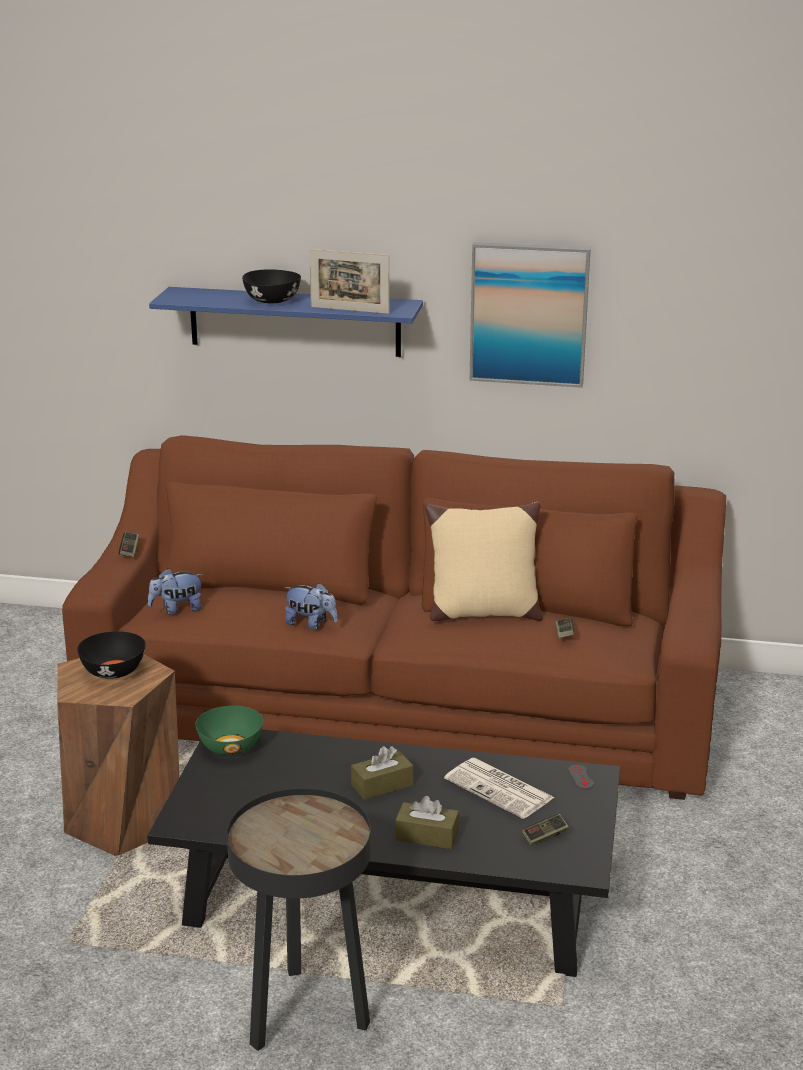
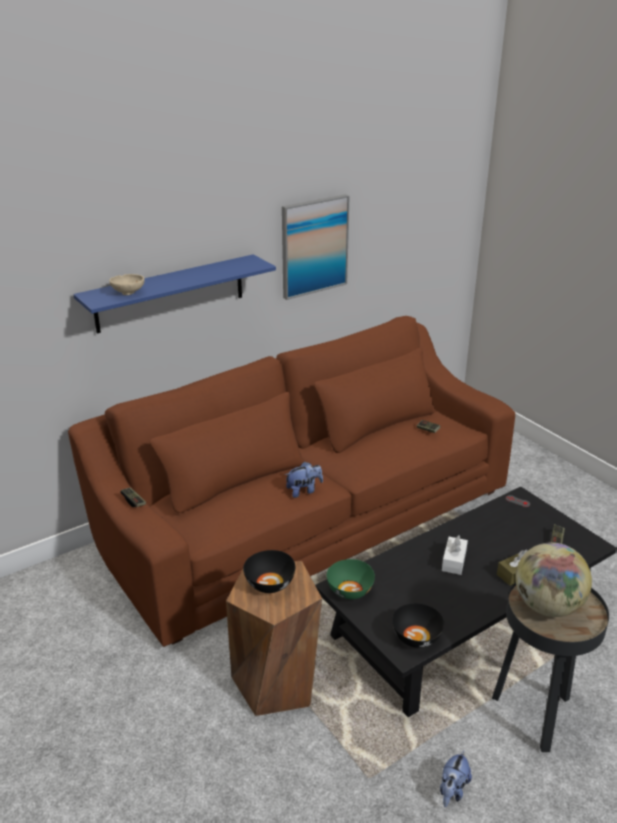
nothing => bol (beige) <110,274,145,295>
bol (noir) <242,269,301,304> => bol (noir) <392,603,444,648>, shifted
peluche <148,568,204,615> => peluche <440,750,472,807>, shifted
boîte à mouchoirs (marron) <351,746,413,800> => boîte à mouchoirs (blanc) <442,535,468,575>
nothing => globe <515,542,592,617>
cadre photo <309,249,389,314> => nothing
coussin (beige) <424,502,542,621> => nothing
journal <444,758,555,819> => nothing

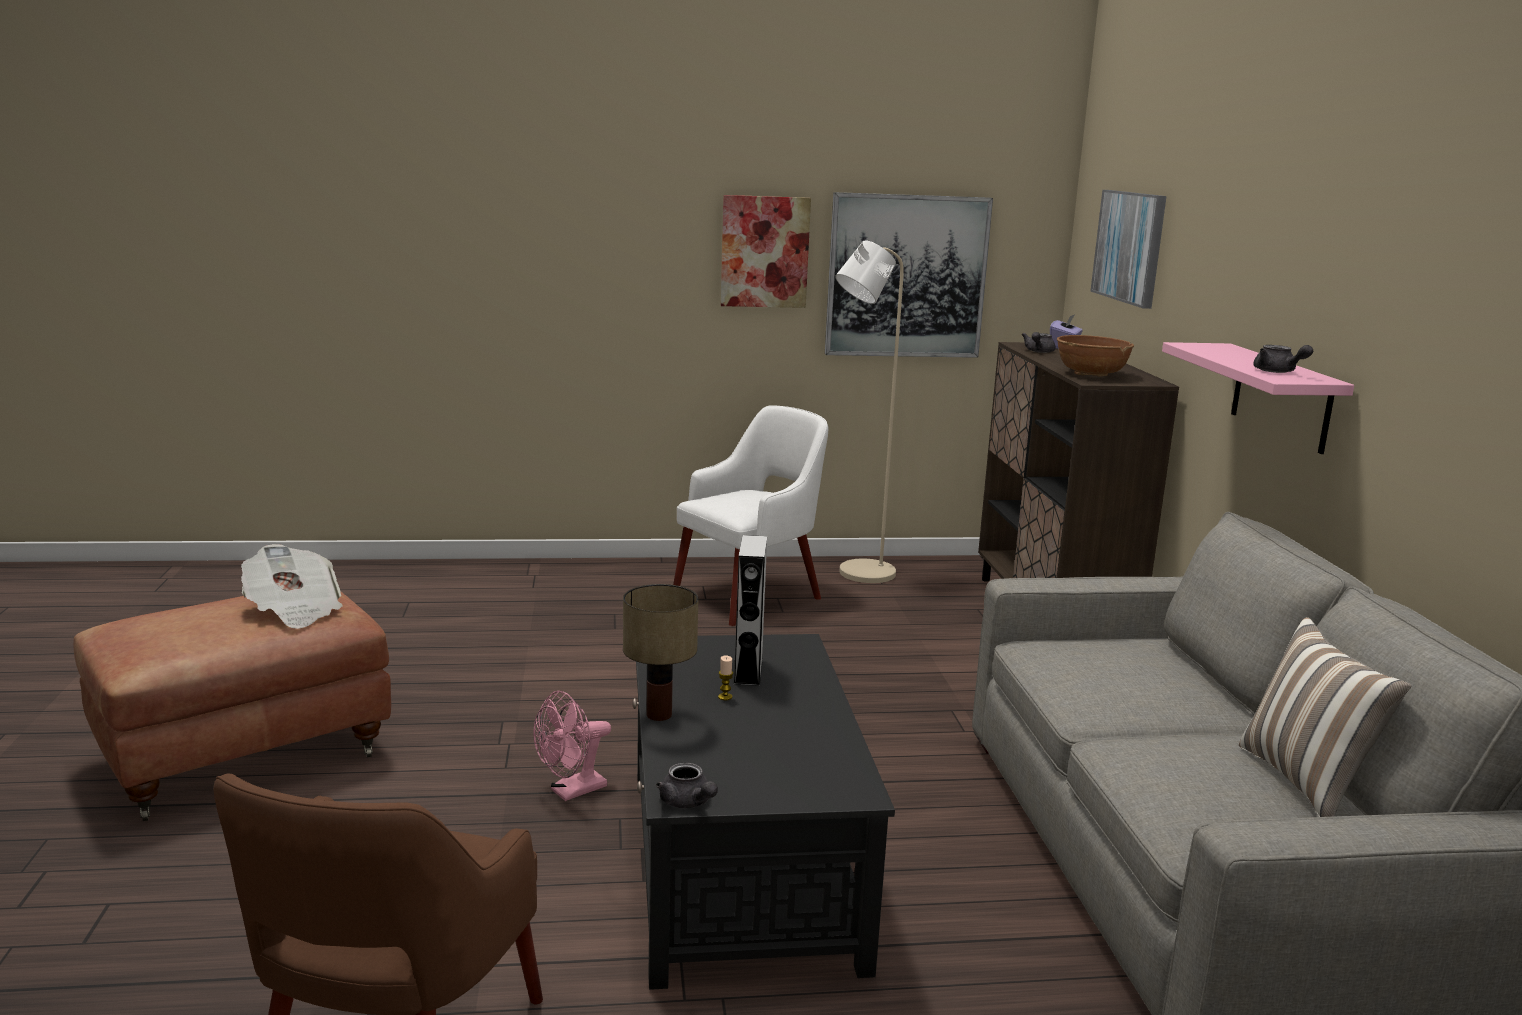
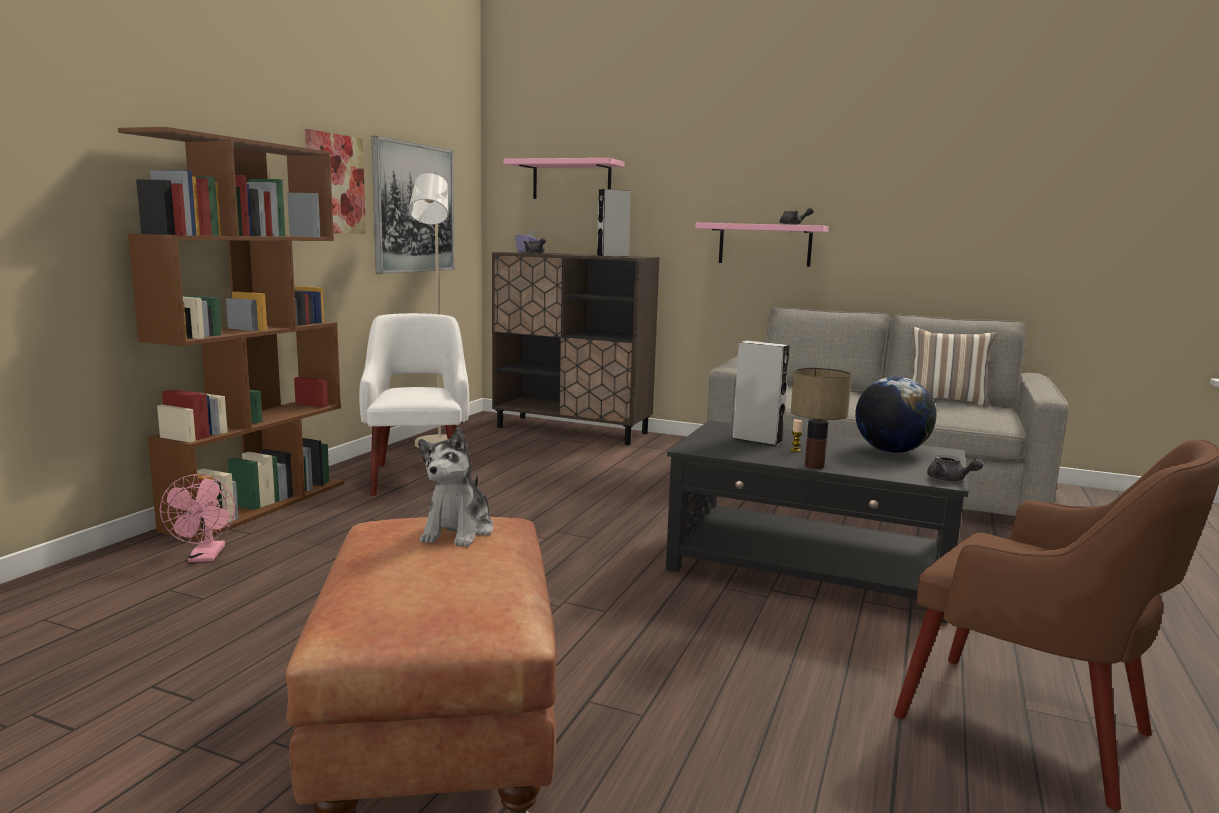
nothing => bibliothèque (marron) <118,127,344,542>
ventilateur (rose) <533,691,611,801> => ventilateur (rose) <160,474,235,562>, shifted
journal <241,544,342,629> => peluche <418,428,494,547>
tableau <1090,190,1167,309> => étagère (rose) <503,158,624,199>
bol (marron) <1057,335,1134,377> => enceinte (gris) <597,189,631,257>
nothing => globe <855,376,937,453>
théière (gris) <656,763,718,808> => théière (gris) <927,455,983,482>, 60 degrees clockwise

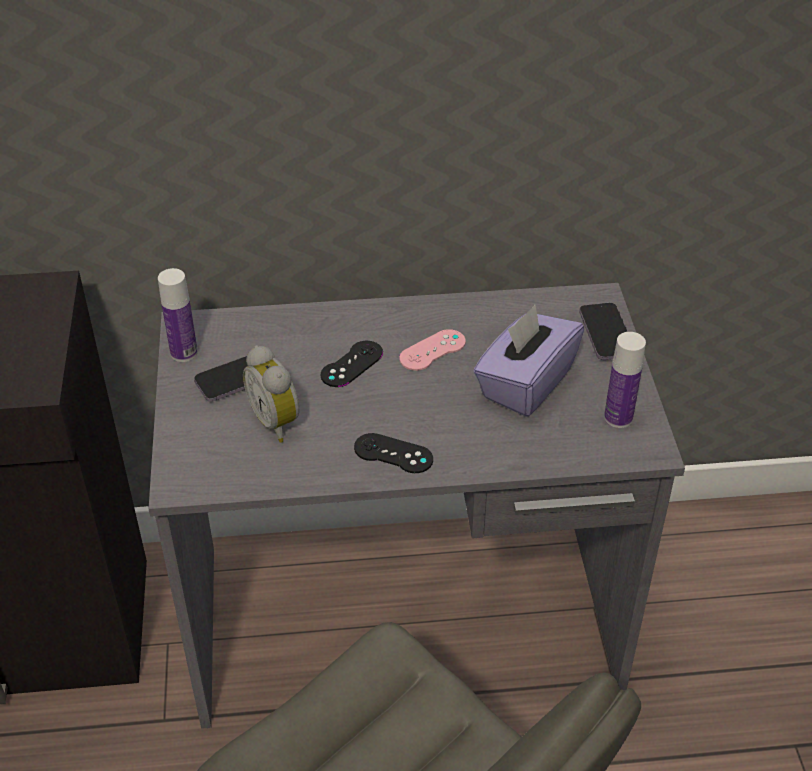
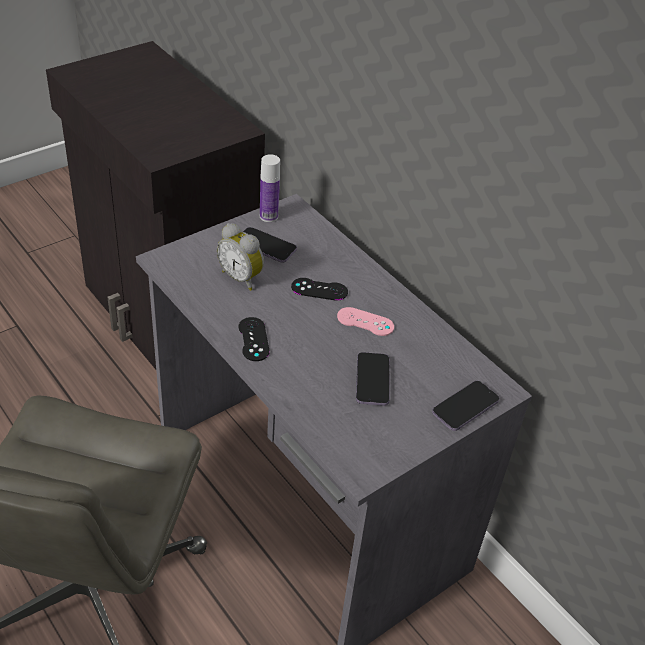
réveil <243,345,299,443> => réveil <217,223,264,291>, 75 degrees counterclockwise
boîte à mouchoirs (violet) <473,305,584,417> => téléphone <356,352,390,406>
bouteille <604,332,646,428> => nothing

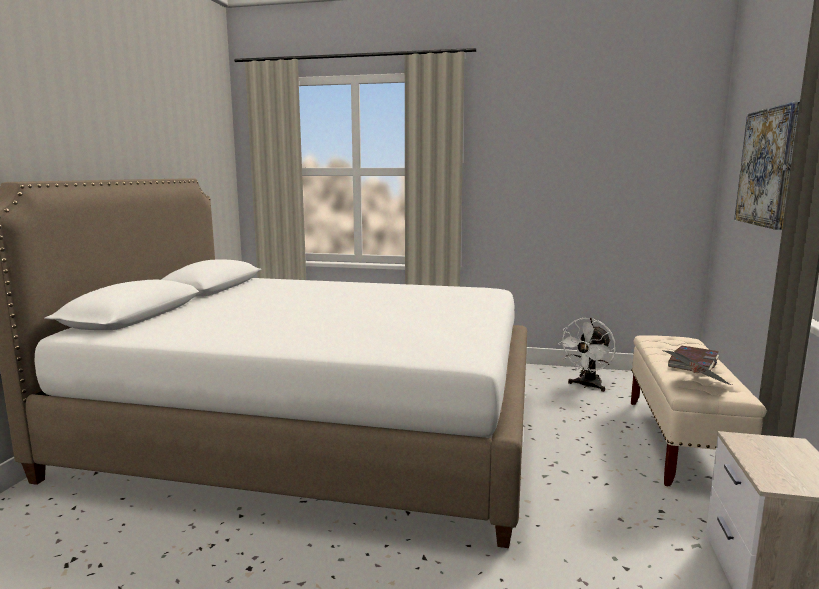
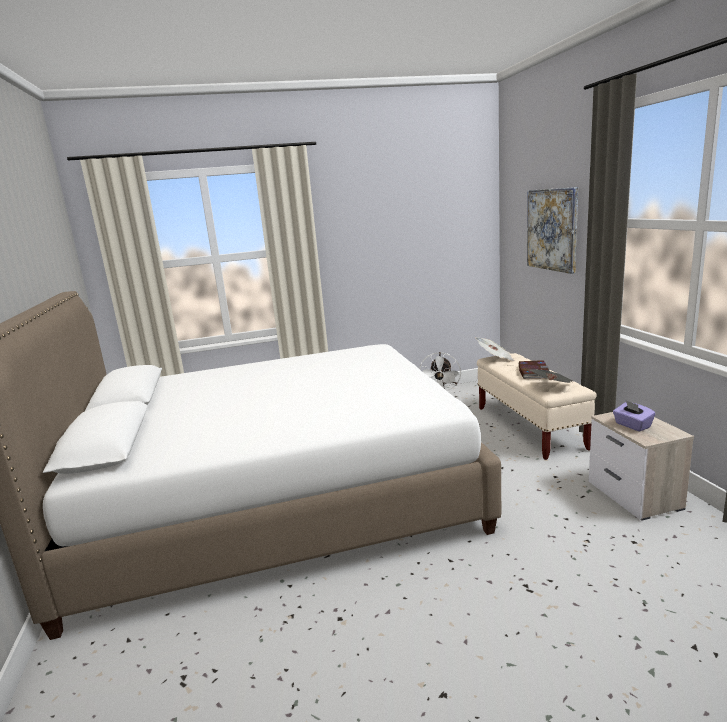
nothing => journal <475,337,514,361>
nothing => boîte à mouchoirs (violet) <613,400,656,432>

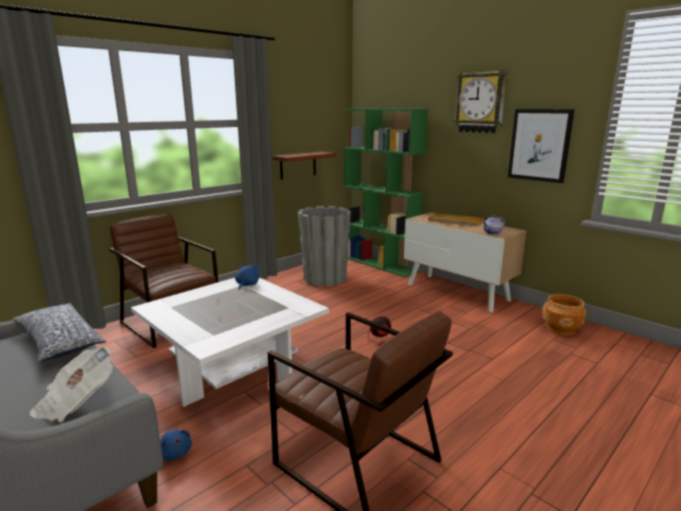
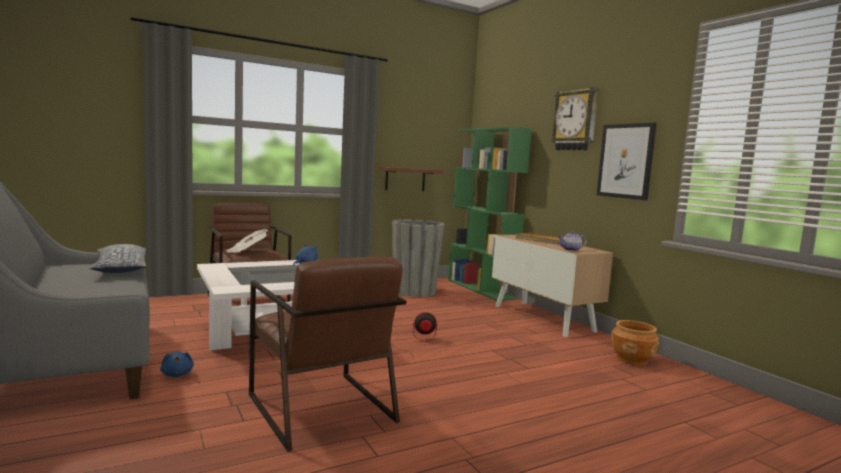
journal <30,347,113,422> => journal <226,229,268,253>, shifted

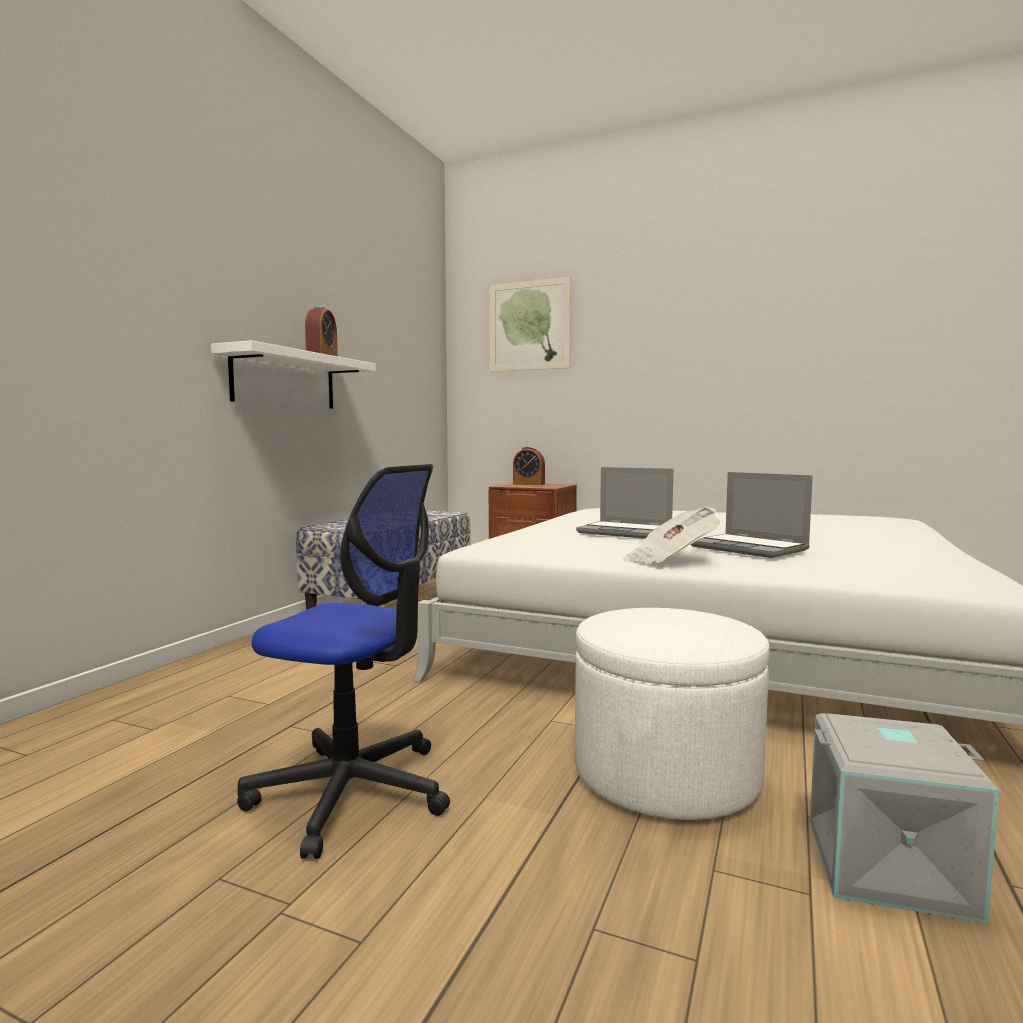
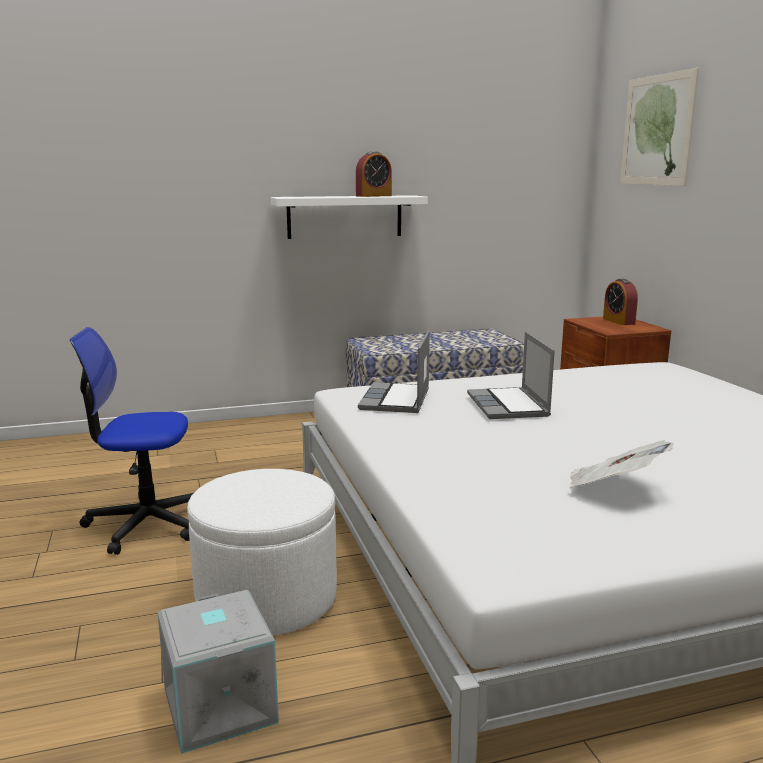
chaise de bureau <237,464,450,859> => chaise de bureau <70,327,193,555>, 105 degrees clockwise
ordinateur portable <691,472,813,558> => ordinateur portable <358,331,430,413>, shifted
journal <623,507,720,563> => journal <570,440,673,488>, shifted

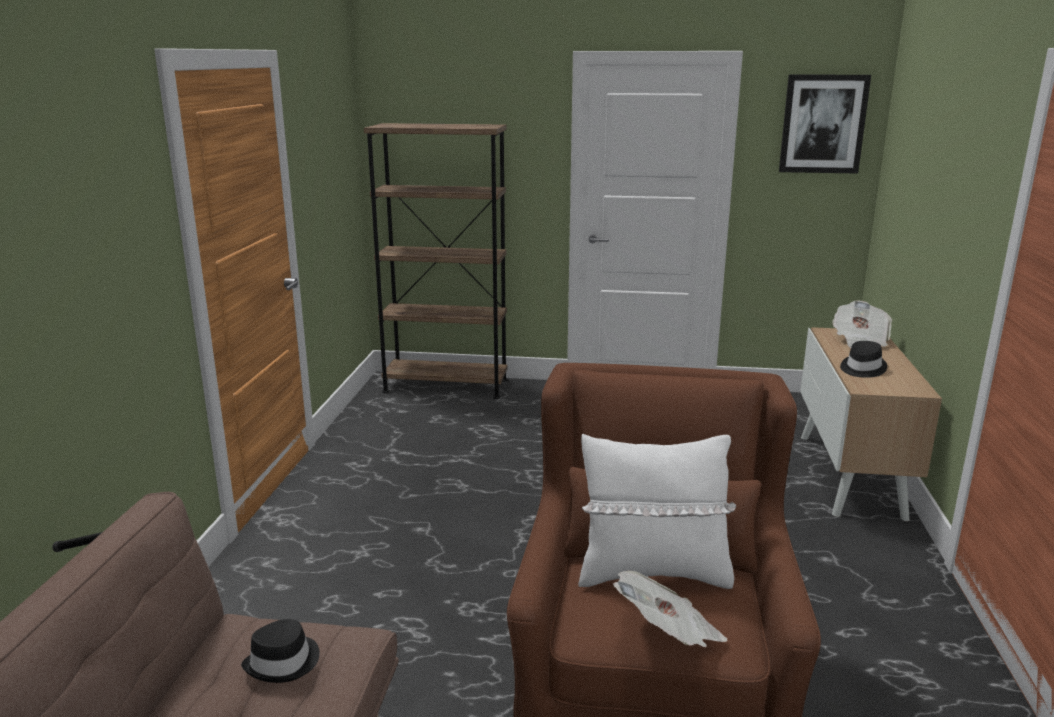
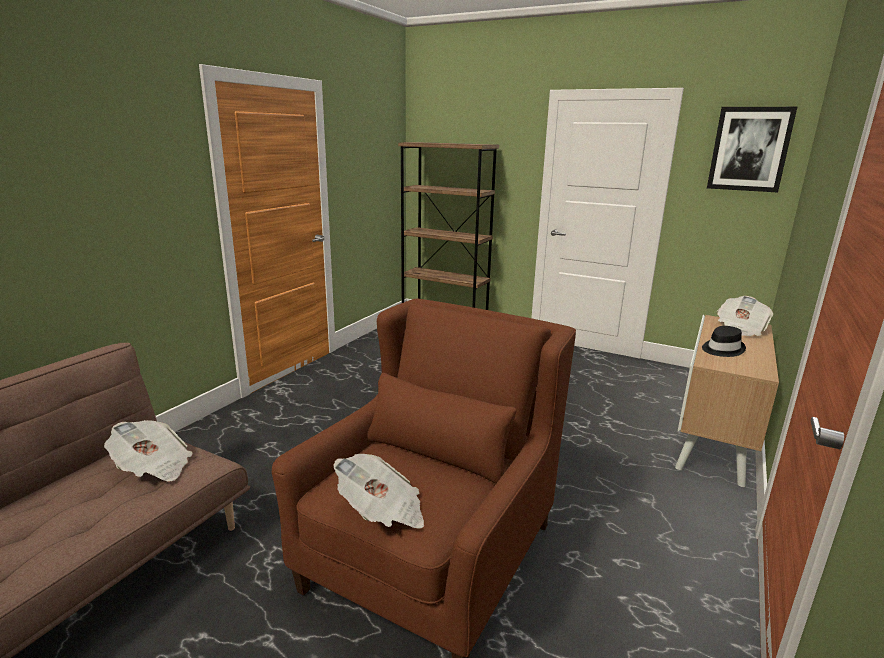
chapeau (noir) <241,619,320,683> => journal <104,420,193,482>
coussin (blanc) <578,434,736,589> => nothing

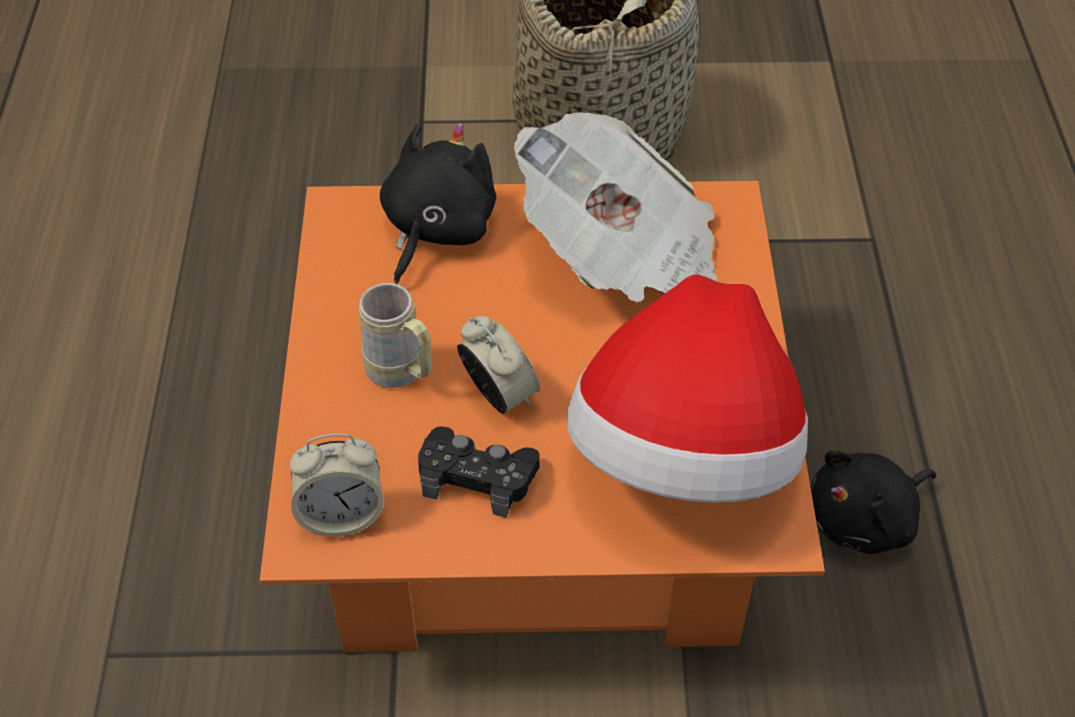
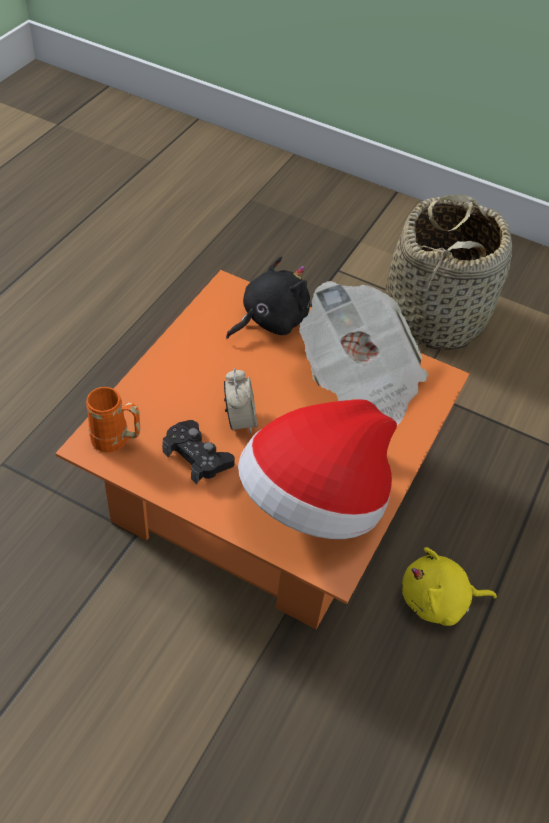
réveil <290,434,384,537> => mug (orange) <86,387,141,452>
peluche (noir) <811,450,936,554> => peluche (jaune) <402,547,497,626>
mug (beige) <359,283,432,388> => nothing

